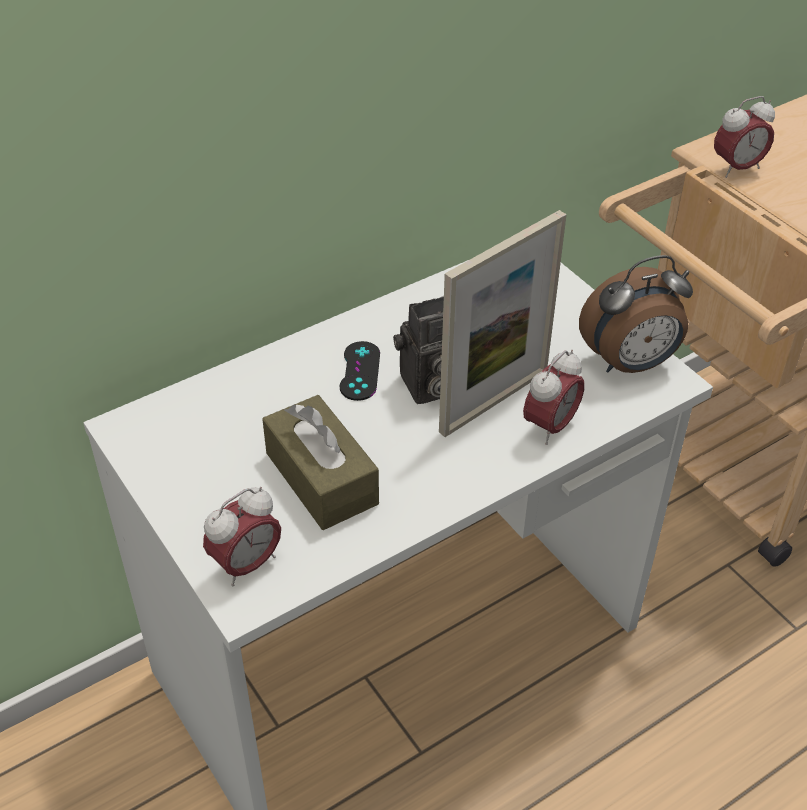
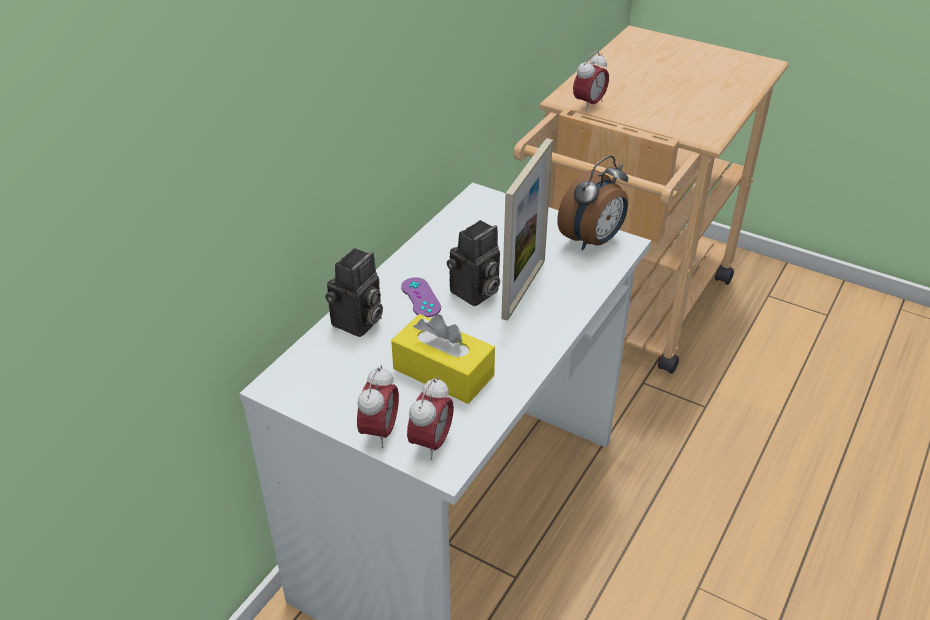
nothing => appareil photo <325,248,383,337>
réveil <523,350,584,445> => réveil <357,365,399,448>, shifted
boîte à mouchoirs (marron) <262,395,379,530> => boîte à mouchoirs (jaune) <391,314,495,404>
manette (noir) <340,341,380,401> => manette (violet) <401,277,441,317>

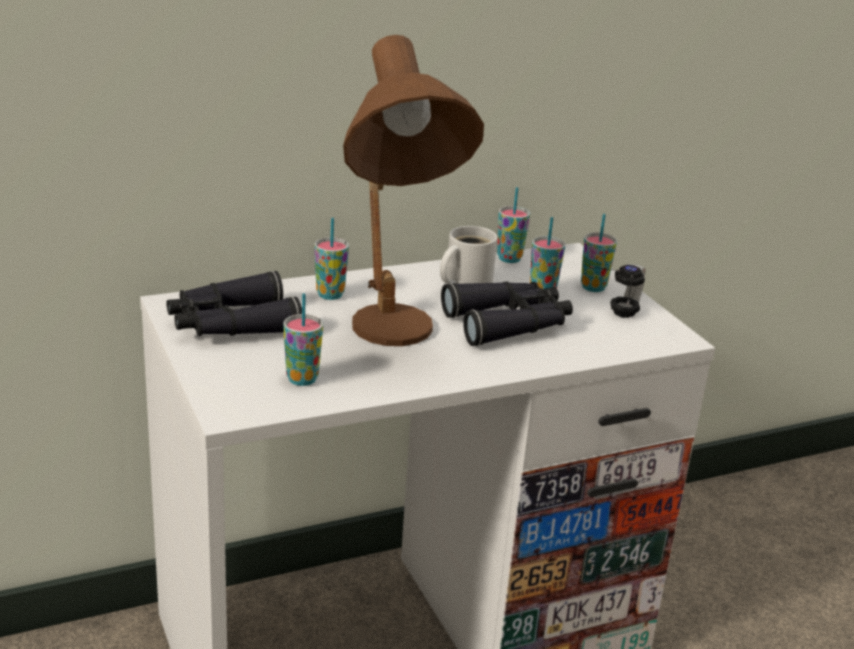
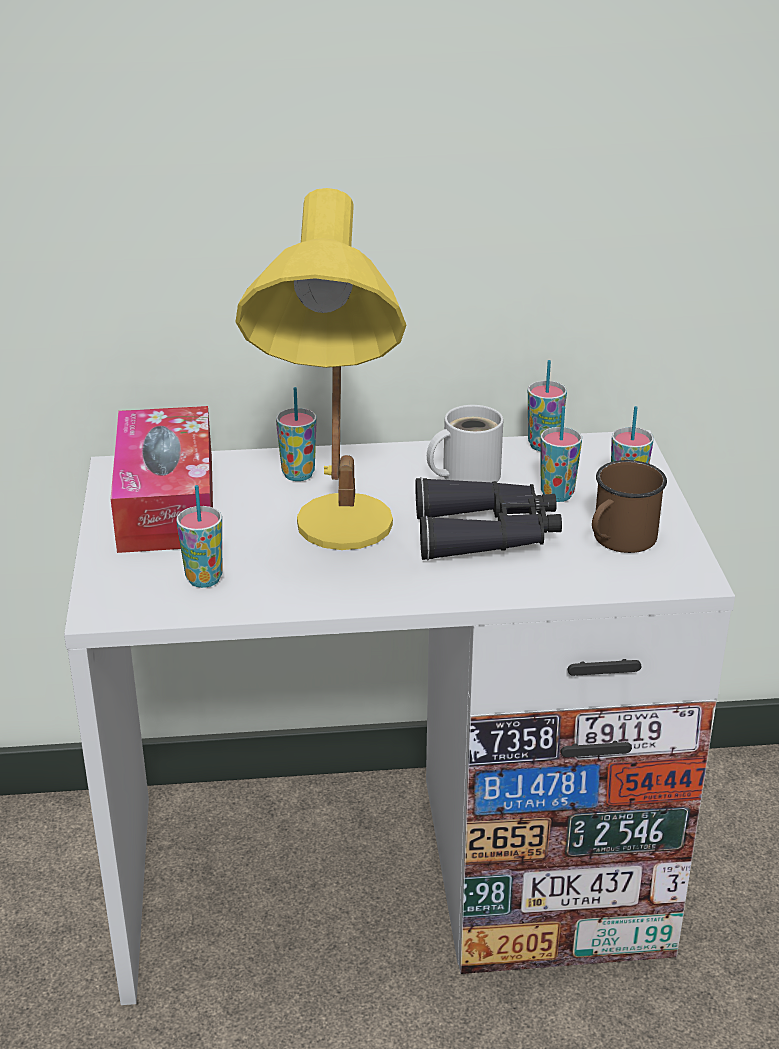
jumelles (noir) <167,271,302,336> => boîte à mouchoirs <111,406,213,553>
lampe de table (marron) <343,35,484,346> => lampe de table (jaune) <235,188,407,550>
casque audio <590,264,645,318> => mug (marron) <592,460,667,553>

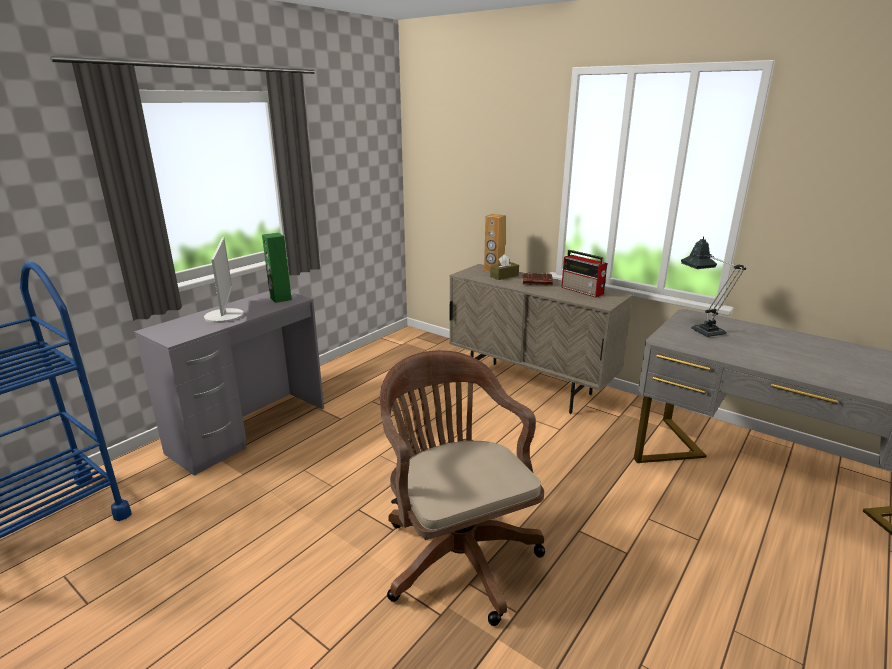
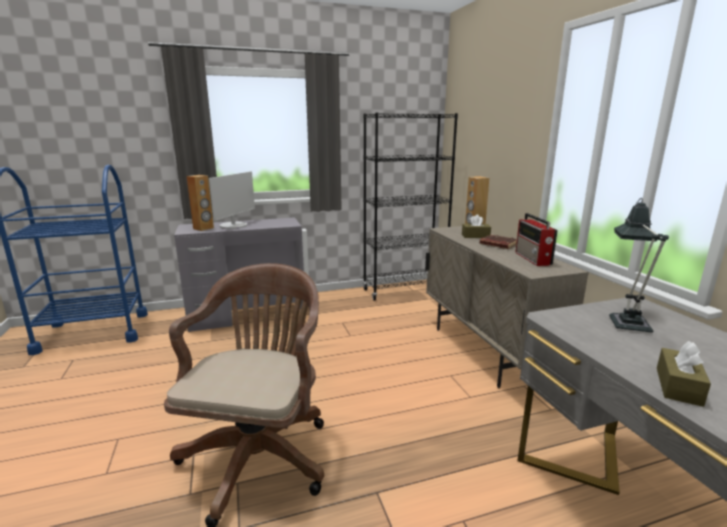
nothing => enceinte (marron) <186,175,214,231>
nothing => bibliothèque (noir) <363,113,458,300>
nothing => boîte à mouchoirs (marron) <657,341,711,407>
enceinte (vert) <262,233,292,303> => nothing

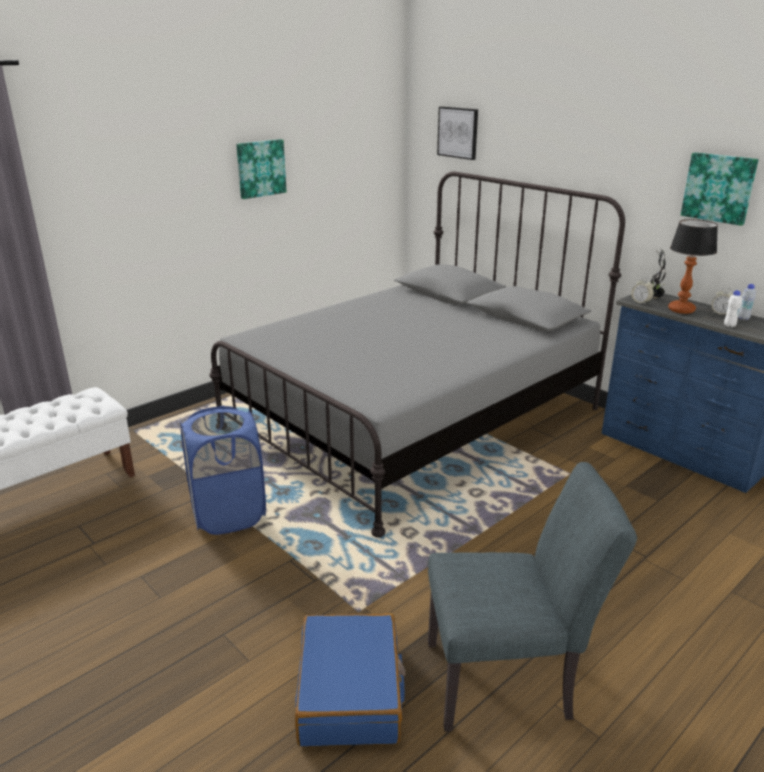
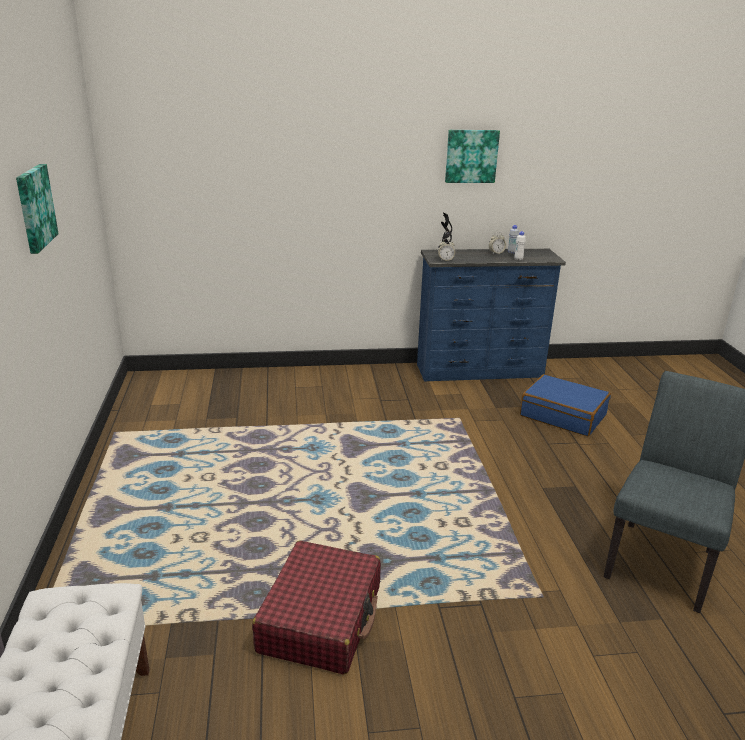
panier à linge (bleu) <180,406,266,535> => valise (rouge) <252,541,381,675>
valise (bleu) <295,613,406,746> => valise (bleu) <520,374,611,436>, shifted
lit (gris) <209,171,625,537> => nothing
tableau <437,107,478,160> => nothing
lampe de table <668,219,718,314> => nothing

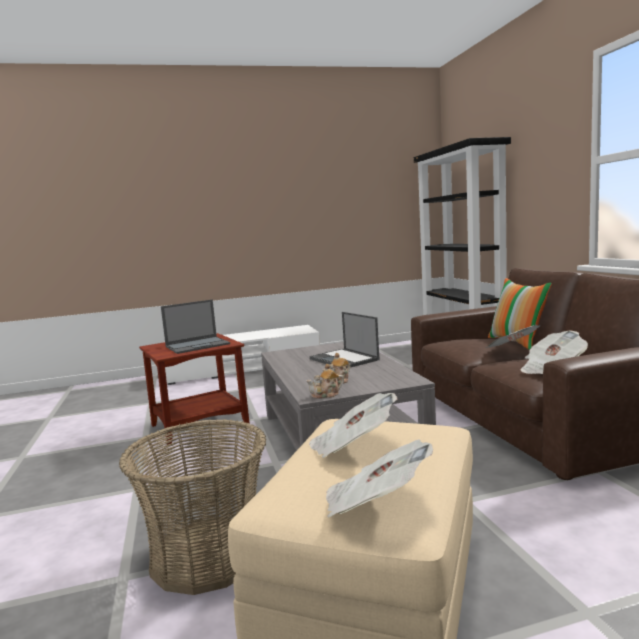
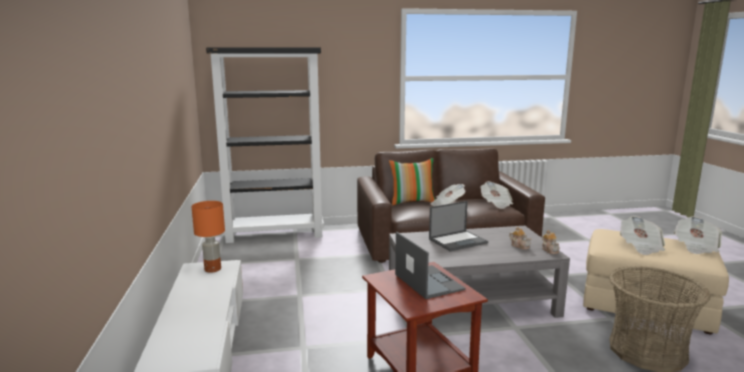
nothing => lampe de table (orange) <191,201,225,273>

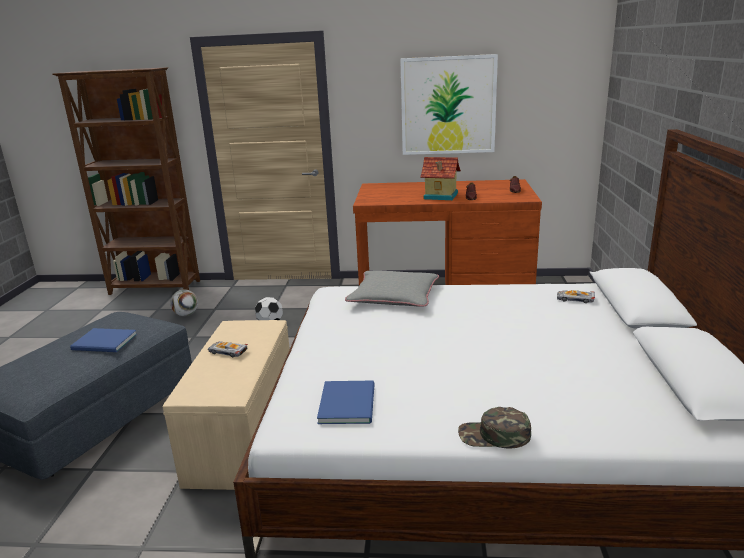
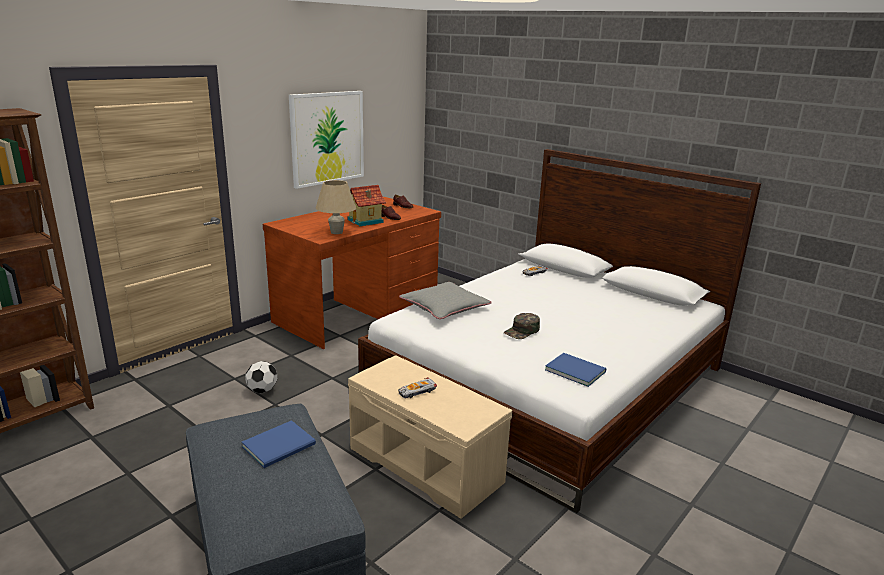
nothing => lampe de table (beige) <316,180,356,234>
casquette (vert) <458,407,531,449> => casquette (vert) <504,313,540,339>, shifted
ballon de foot <170,289,198,316> => nothing

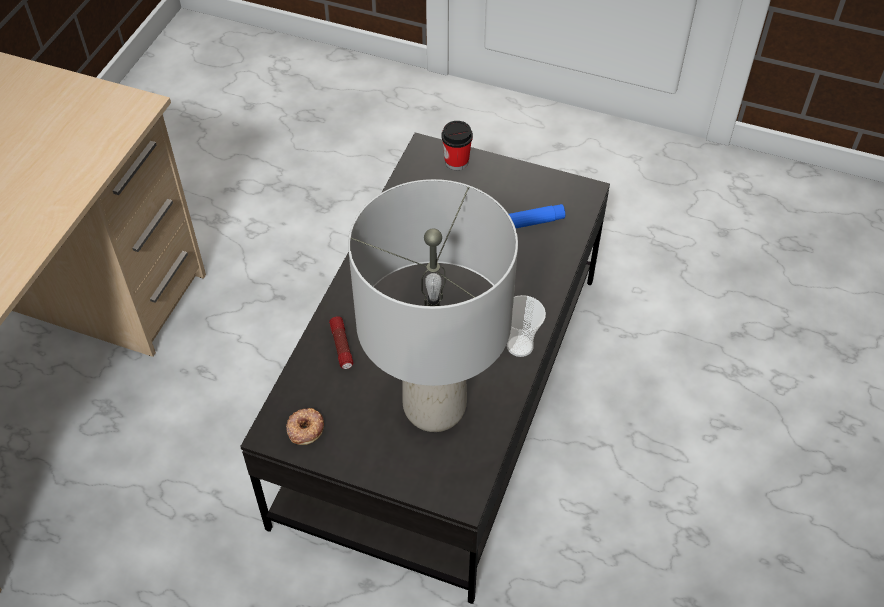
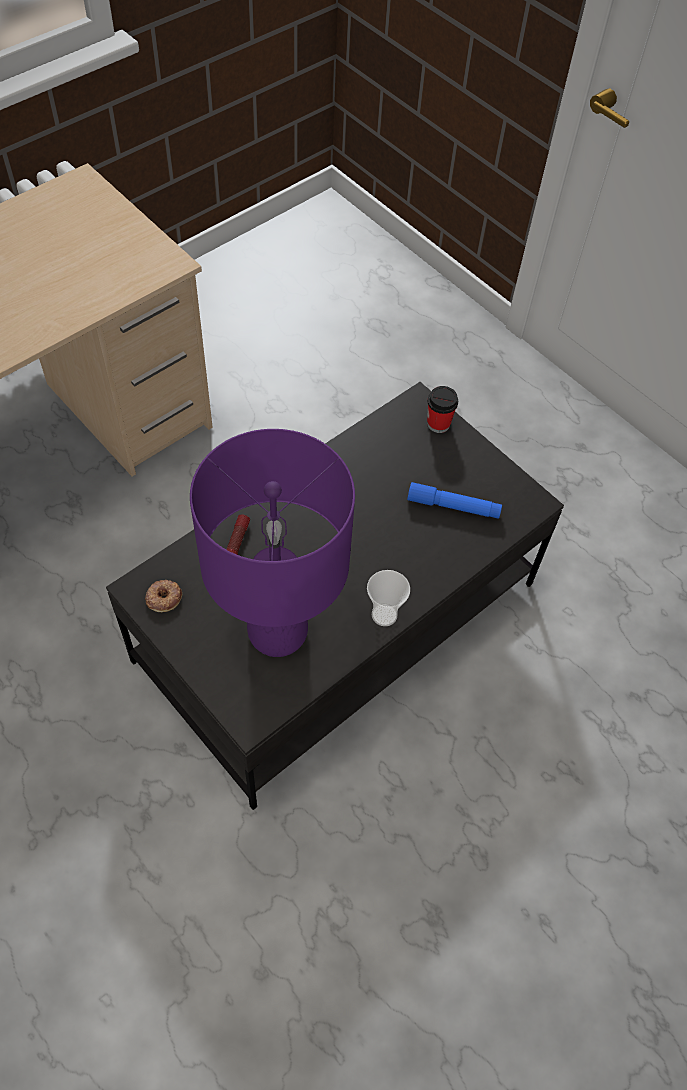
lampe de table (gris) <348,179,518,432> => lampe de table (violet) <190,429,355,657>

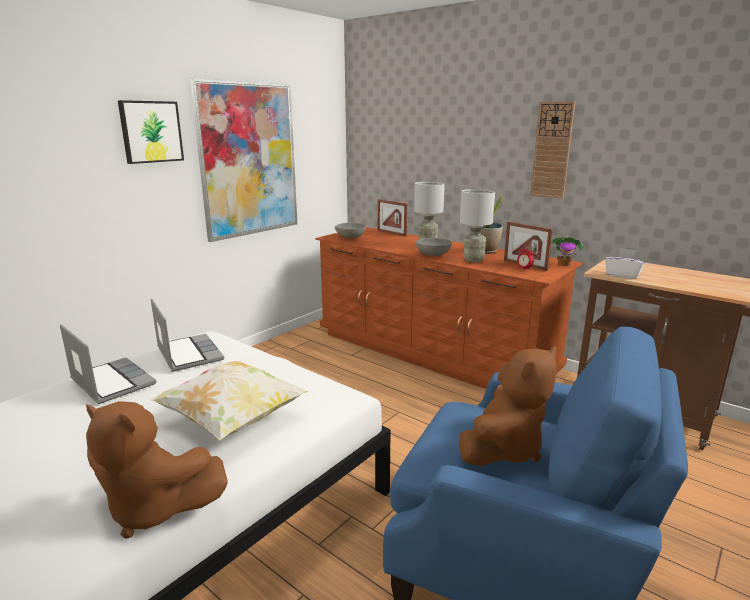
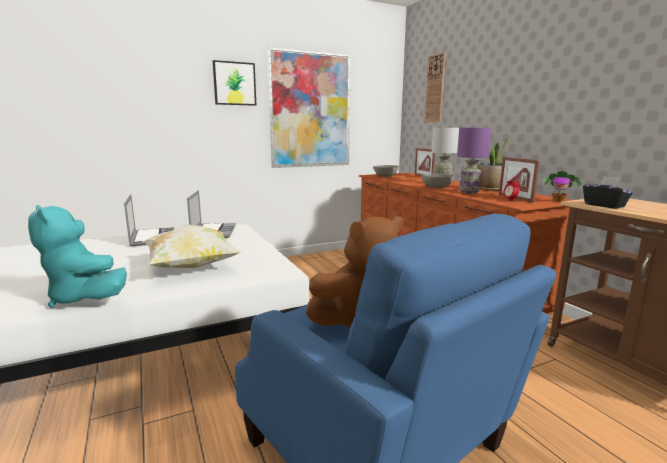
peluche (marron) <86,401,228,539> => peluche (turquoise) <28,205,127,308>
horloge murale <530,101,575,199> => horloge murale <424,52,446,122>, shifted
lampe de table (gris) <460,189,495,262> => lampe de table (violet) <457,128,491,194>
boîte à mouchoirs (blanc) <605,248,645,279> => boîte à mouchoirs (noir) <583,176,632,209>

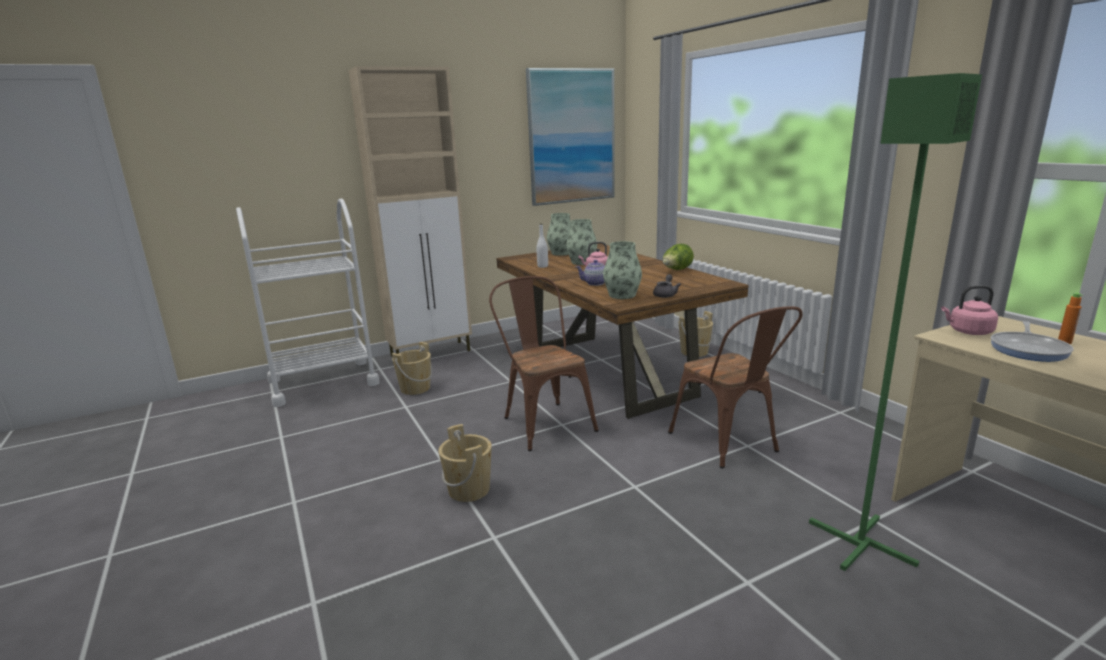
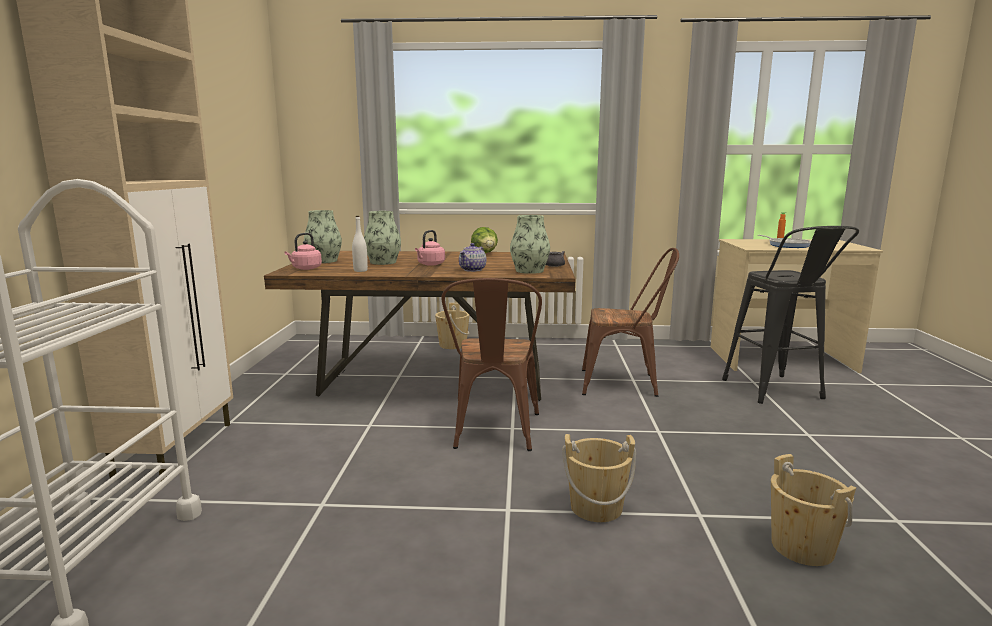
bouilloire (rose) <941,285,998,335> => bouilloire (rose) <284,233,322,270>, shifted
chaise (marron) <489,276,599,451> => chaise (marron) <441,278,542,451>, 90 degrees counterclockwise
lampadaire (vert) <809,73,982,571> => tabouret (noir) <722,226,859,404>
seau (beige) <392,342,432,395> => seau (beige) <771,454,856,566>, shifted
tableau <526,68,615,206> => nothing

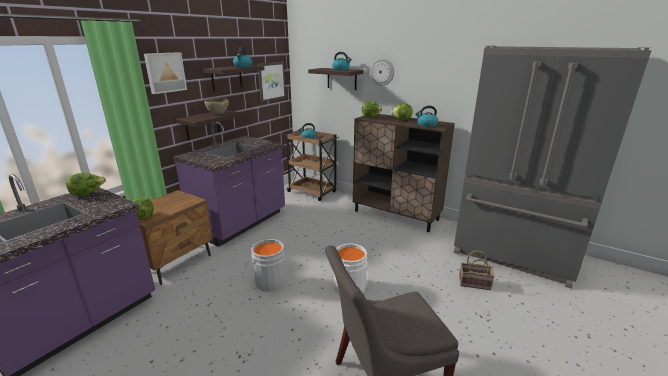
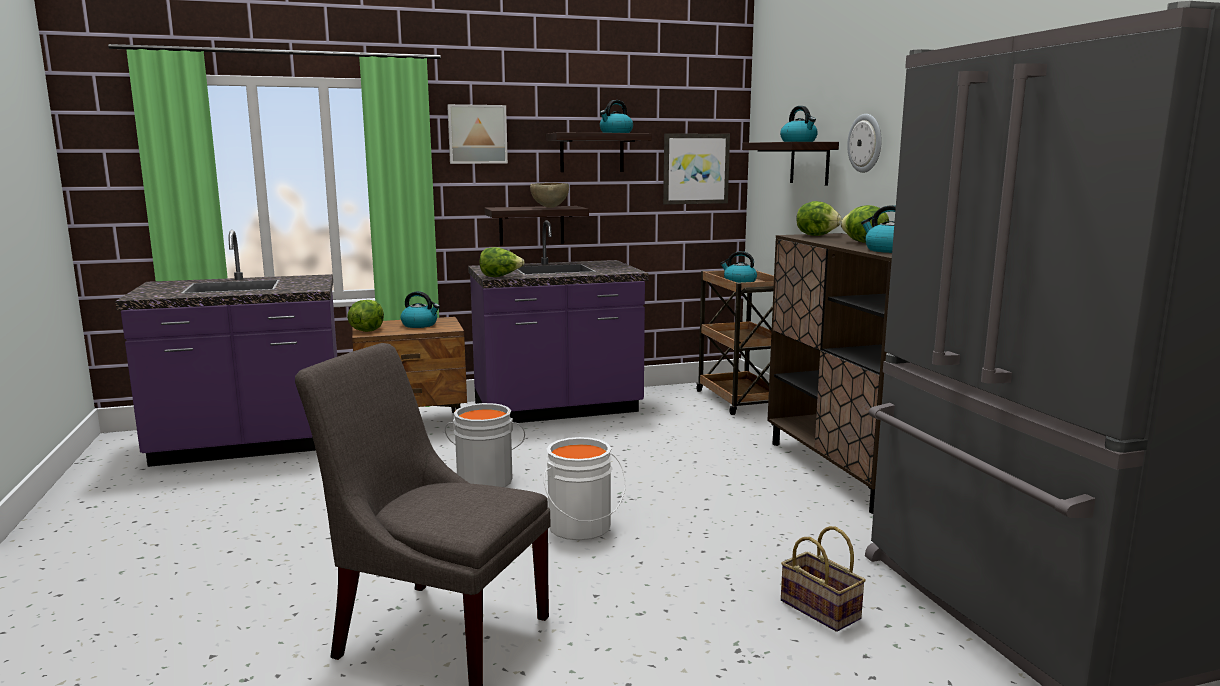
nothing => bouilloire <401,291,440,328>
laitue <66,173,106,196> => laitue <479,247,525,277>, shifted

